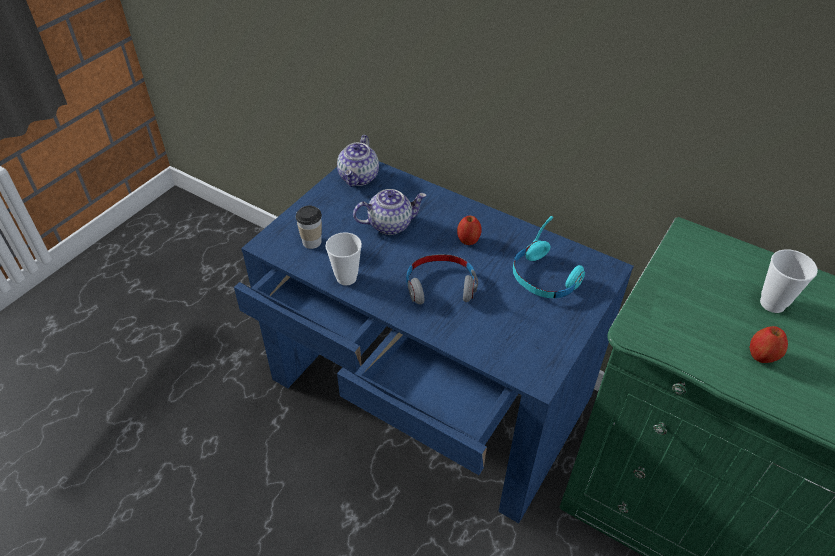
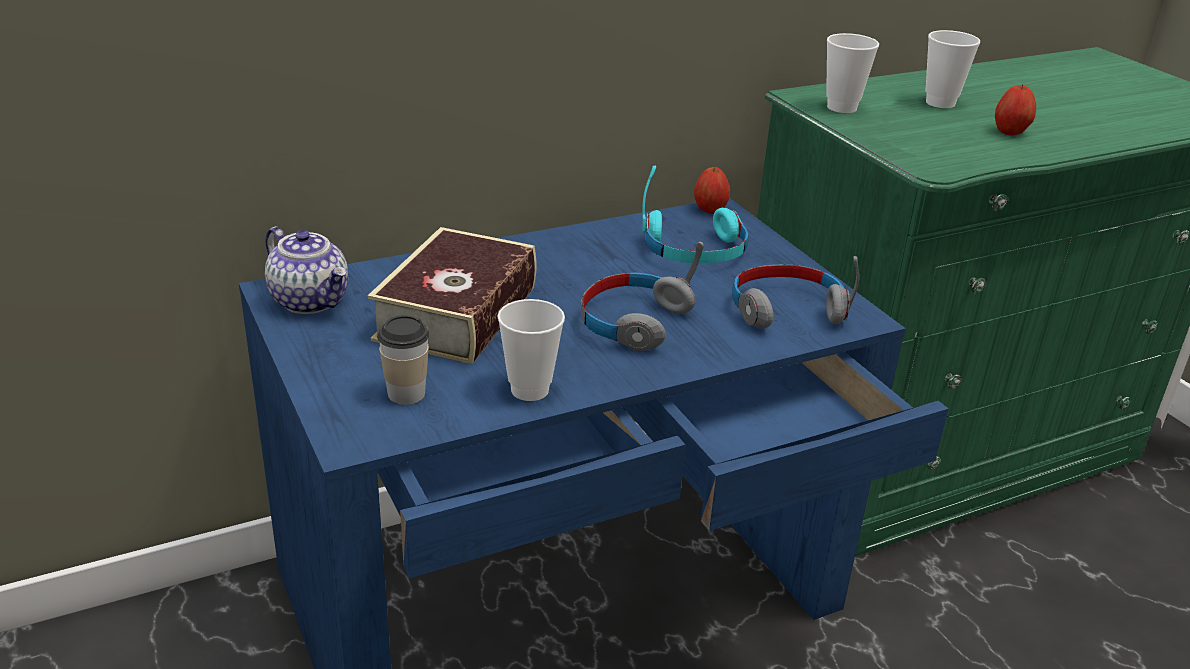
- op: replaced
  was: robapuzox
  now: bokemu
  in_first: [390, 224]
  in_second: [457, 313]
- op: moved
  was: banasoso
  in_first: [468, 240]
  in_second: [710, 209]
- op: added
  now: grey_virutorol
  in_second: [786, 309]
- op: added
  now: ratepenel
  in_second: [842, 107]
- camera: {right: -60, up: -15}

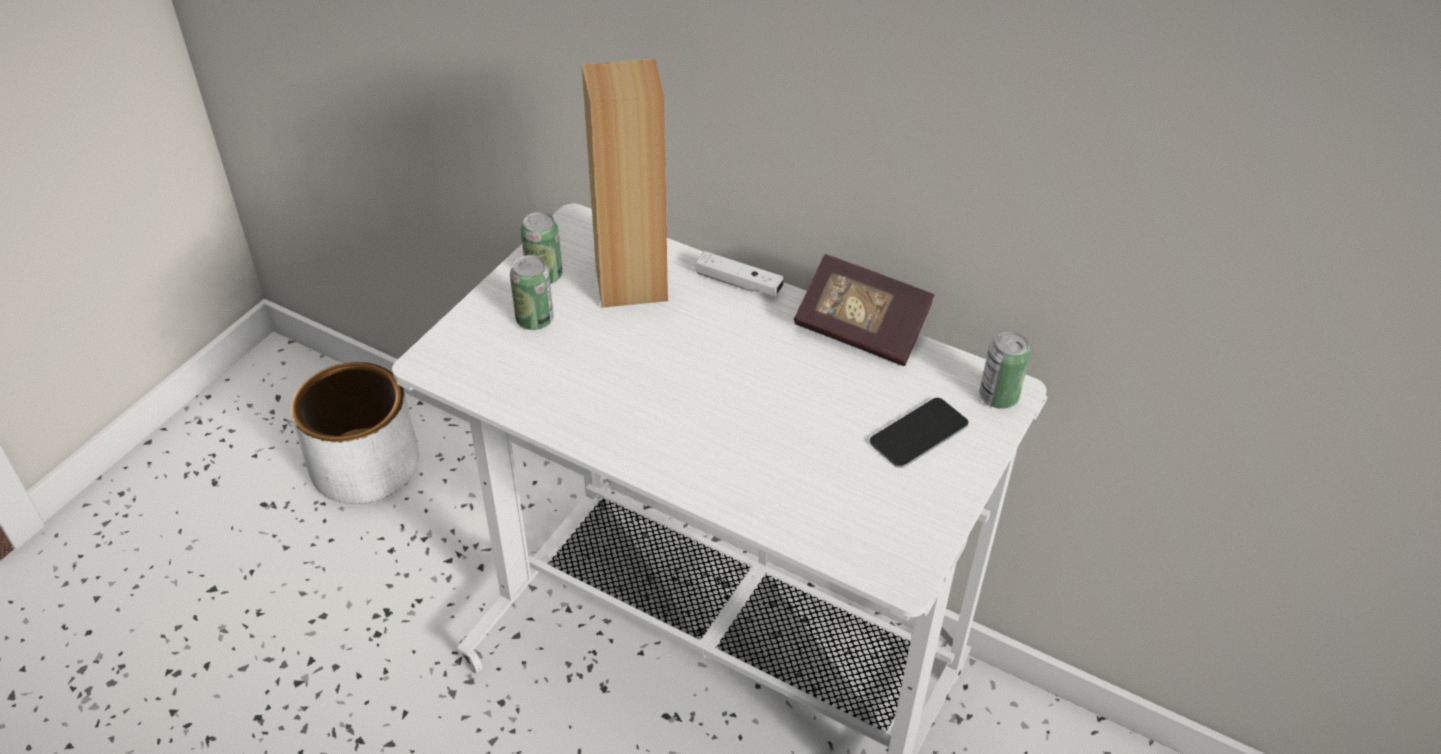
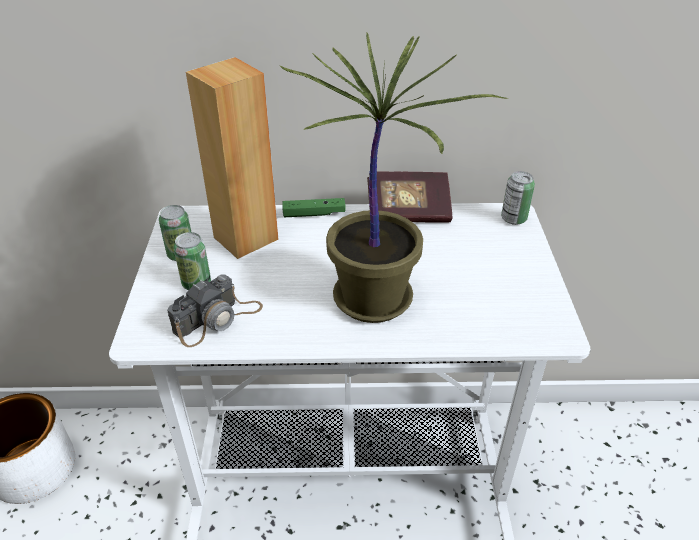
- op: recoloured
  was: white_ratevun
  now: green_ratevun
  in_first: [738, 283]
  in_second: [314, 214]
- op: removed
  was: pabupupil
  in_first: [919, 433]
- op: added
  now: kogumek
  in_second: [218, 319]
- op: added
  now: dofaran
  in_second: [376, 300]
- camera: {right: -30, up: -5}

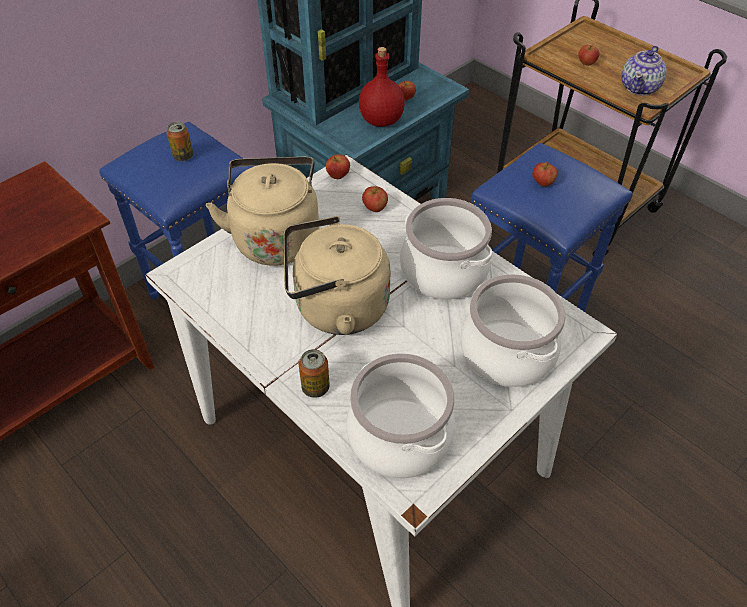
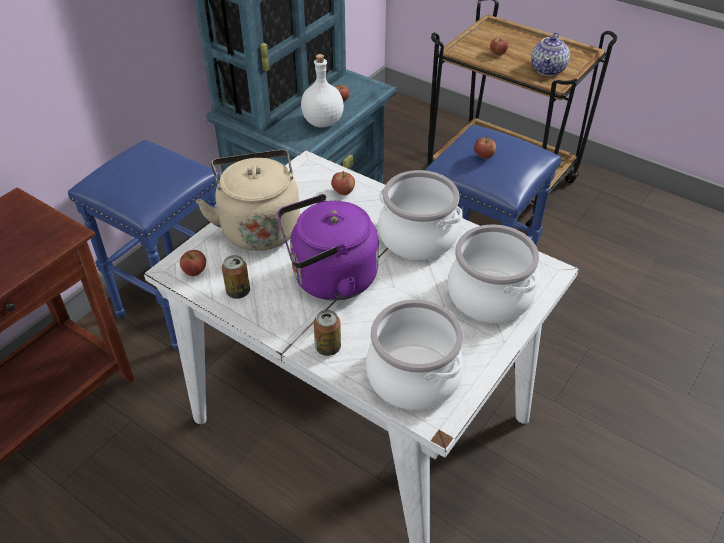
- op: moved
  was: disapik
  in_first: [183, 156]
  in_second: [238, 292]
- op: recoloured
  was: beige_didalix
  now: purple_didalix
  in_first: [335, 308]
  in_second: [329, 279]
- op: moved
  was: banasoso
  in_first: [338, 176]
  in_second: [195, 272]
- op: recoloured
  was: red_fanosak
  now: white_fanosak
  in_first: [380, 120]
  in_second: [322, 122]
- camera: {right: -10, up: -5}

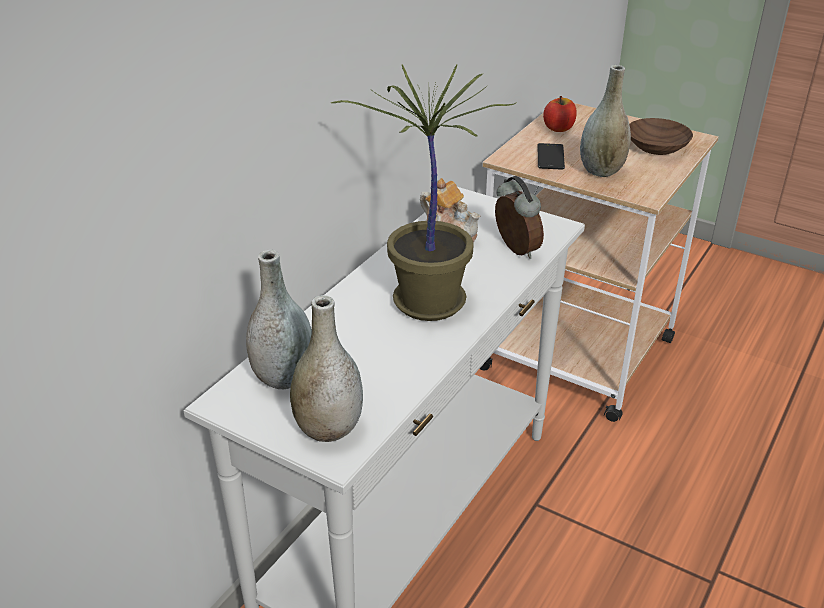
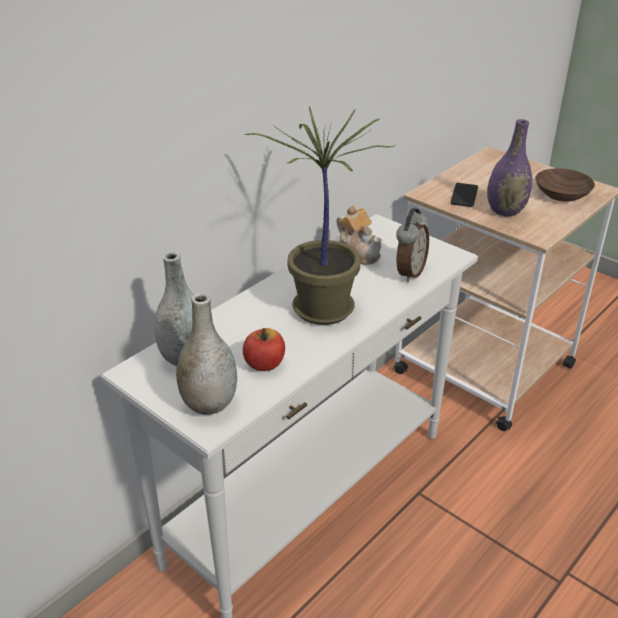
- op: turned
  was: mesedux
  in_first: [514, 250]
  in_second: [409, 272]
  clockwise: 45
- op: moved
  was: banasoso
  in_first: [558, 128]
  in_second: [264, 364]
- op: recoloured
  was: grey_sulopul
  now: purple_sulopul
  in_first: [601, 171]
  in_second: [505, 211]
- camera: {right: 10, up: 0}

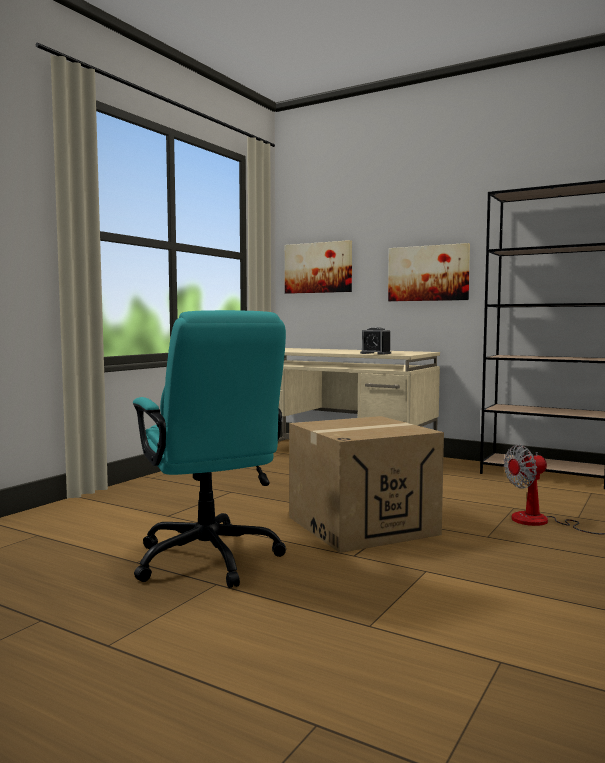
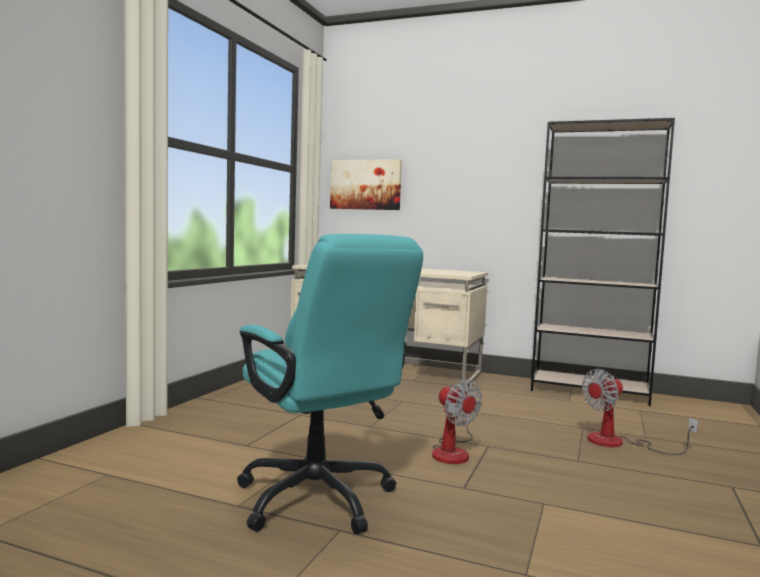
- op: replaced
  was: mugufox
  now: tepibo
  in_first: [362, 525]
  in_second: [453, 451]
- op: removed
  was: mesedux
  in_first: [375, 353]
- op: removed
  was: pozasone
  in_first: [428, 273]
- camera: {right: -10, up: 0}

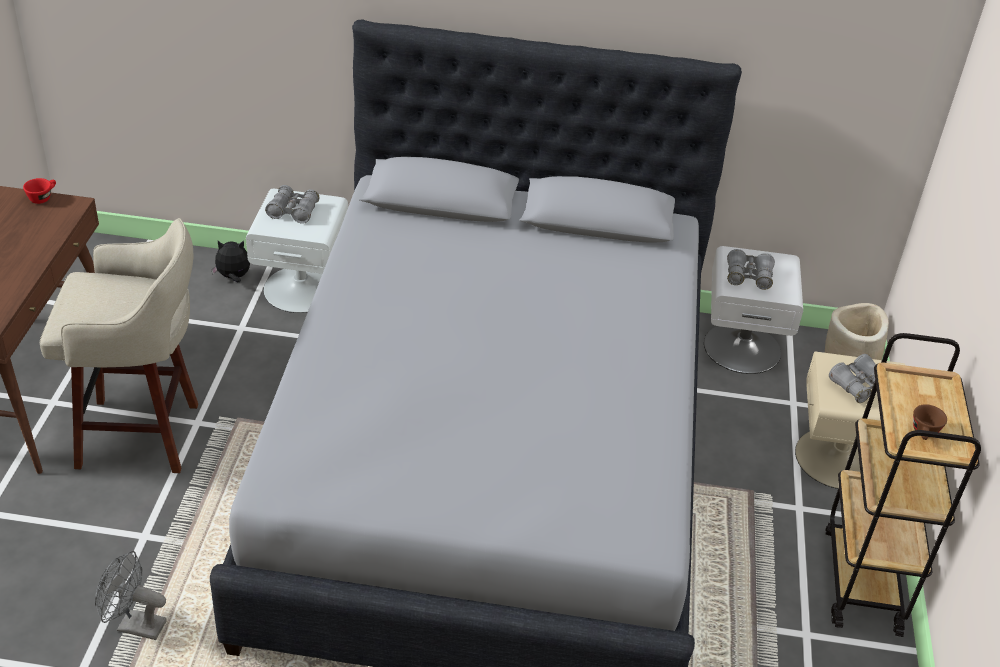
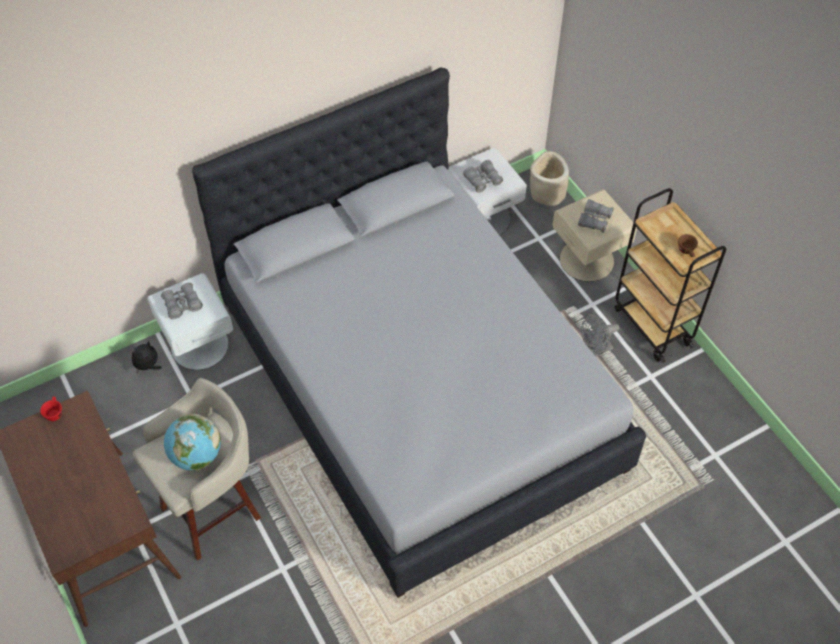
- op: moved
  was: grey_tepibo
  in_first: [134, 625]
  in_second: [595, 350]
- op: added
  now: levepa
  in_second: [196, 456]
- camera: {right: -35, up: 15}

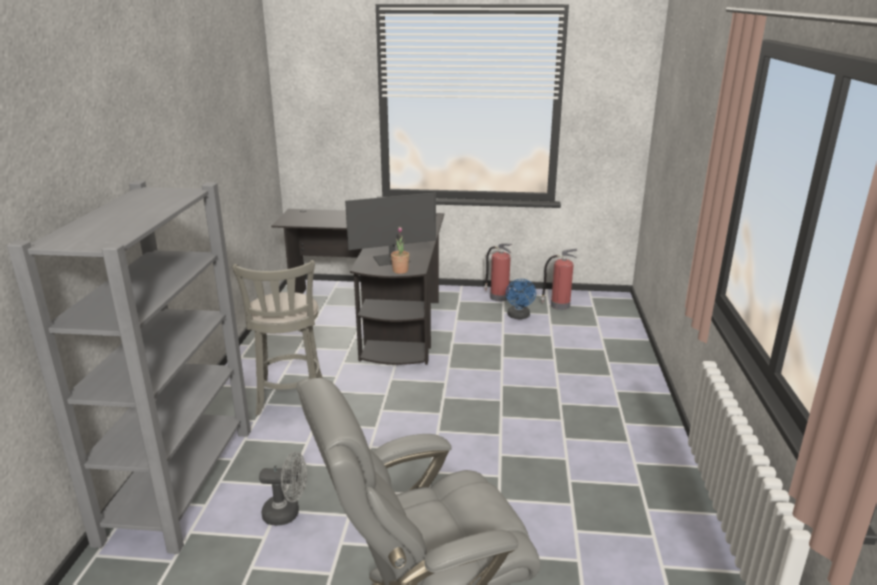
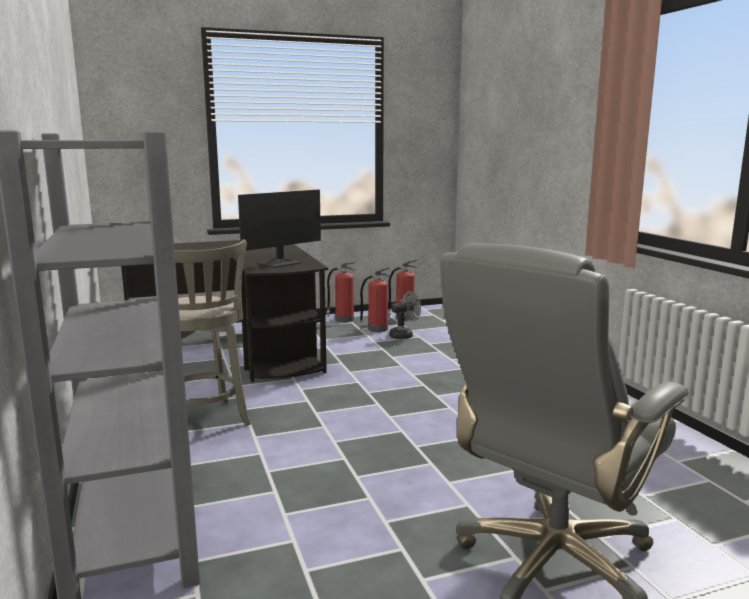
- op: moved
  was: grey_tepibo
  in_first: [287, 513]
  in_second: [404, 335]
- op: removed
  was: dofaran
  in_first: [400, 271]
- op: replaced
  was: blue_tepibo
  now: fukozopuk
  in_first: [519, 316]
  in_second: [376, 329]
- camera: {right: -25, up: -10}

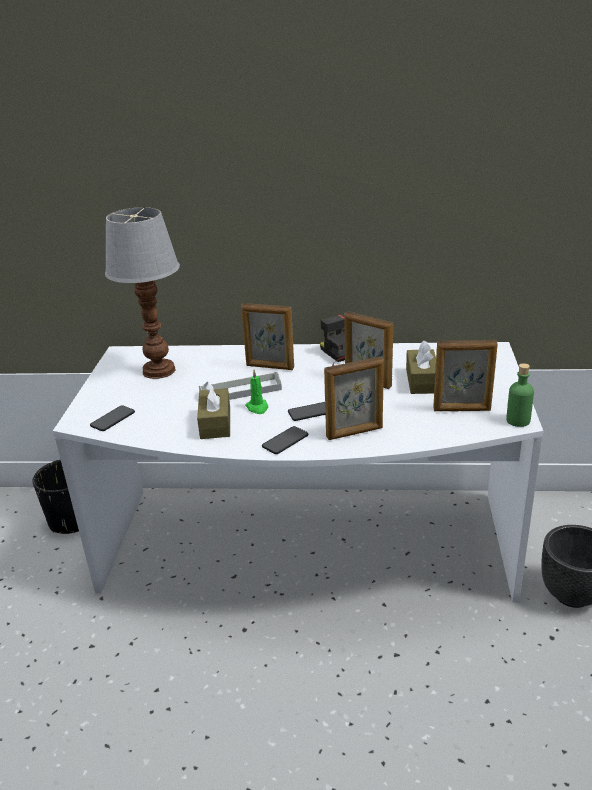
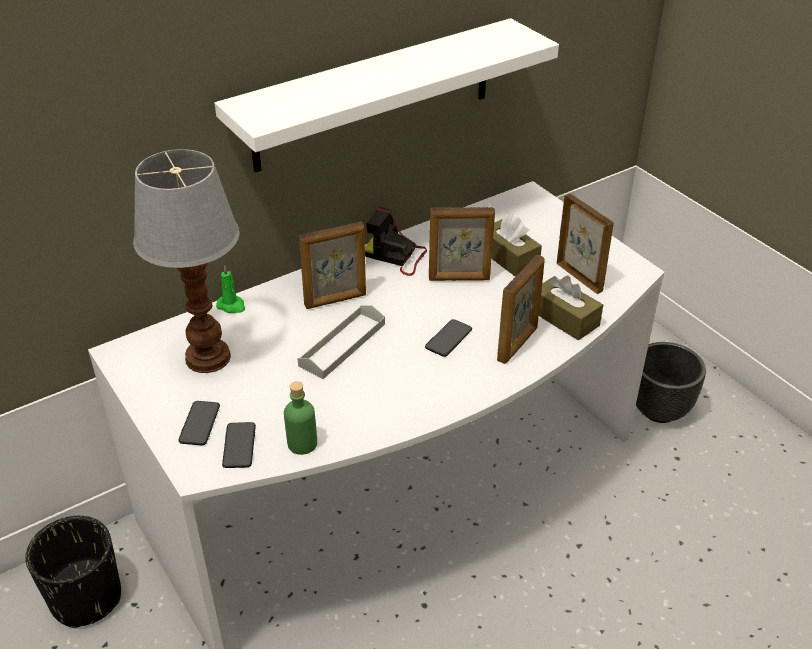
- op: moved
  was: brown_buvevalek
  in_first: [215, 423]
  in_second: [564, 318]
- op: moved
  was: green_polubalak
  in_first: [257, 408]
  in_second: [231, 306]
- op: moved
  was: pabupupil
  in_first: [285, 441]
  in_second: [199, 424]
- op: turned
  was: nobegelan
  in_first: [462, 410]
  in_second: [579, 277]
  clockwise: -90
- op: moved
  was: green_fanosak
  in_first: [518, 420]
  in_second: [302, 443]
- op: added
  now: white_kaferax
  in_second: [374, 95]
- camera: {right: -40, up: 10}

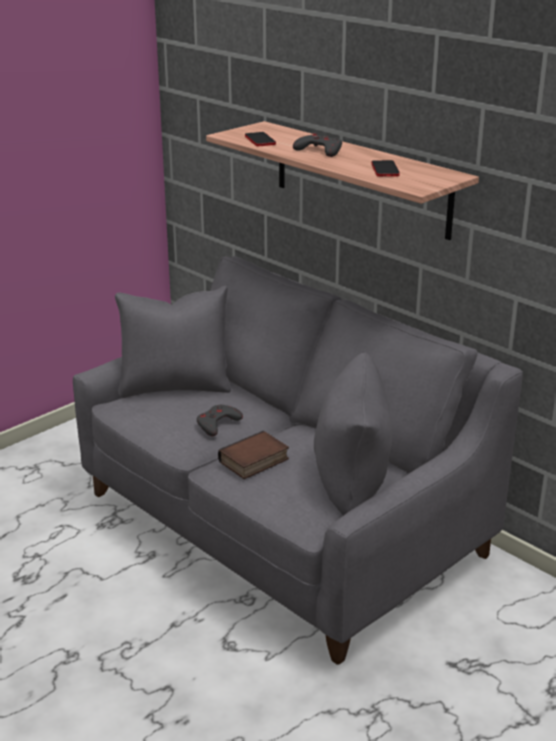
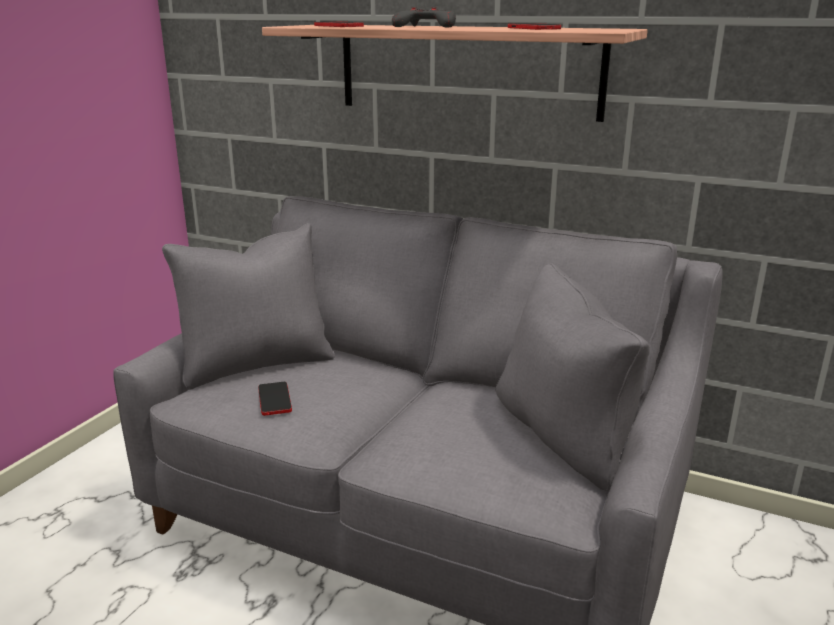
- op: removed
  was: grey_ratevun
  in_first: [217, 424]
- op: removed
  was: bokemu
  in_first: [254, 461]
- op: added
  now: pabupupil
  in_second: [274, 399]
- camera: {right: -20, up: -5}

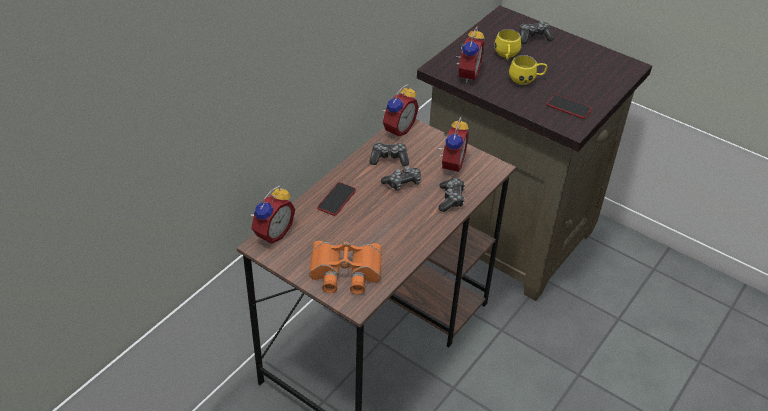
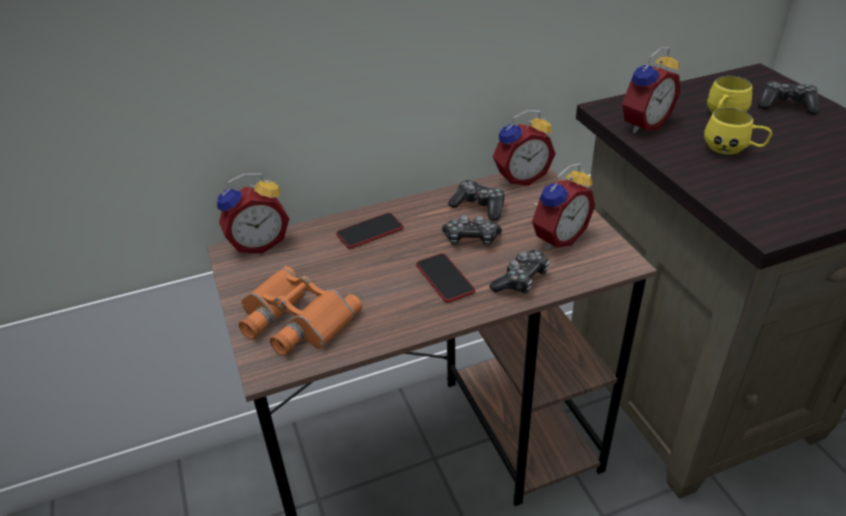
- op: moved
  was: pabupupil
  in_first: [568, 107]
  in_second: [444, 278]
- camera: {right: 35, up: -5}

